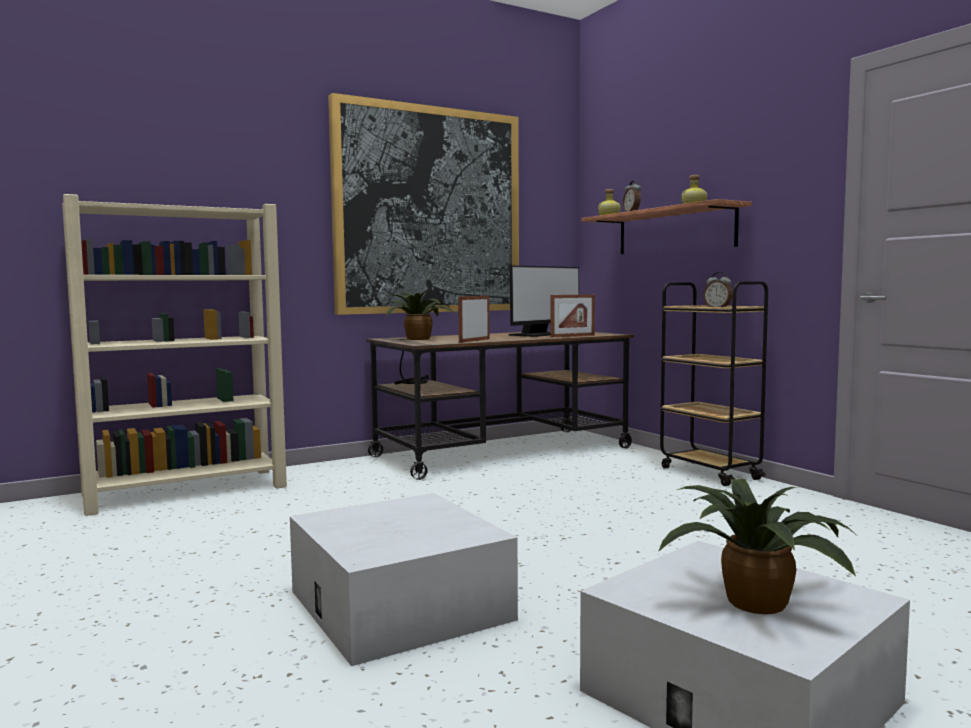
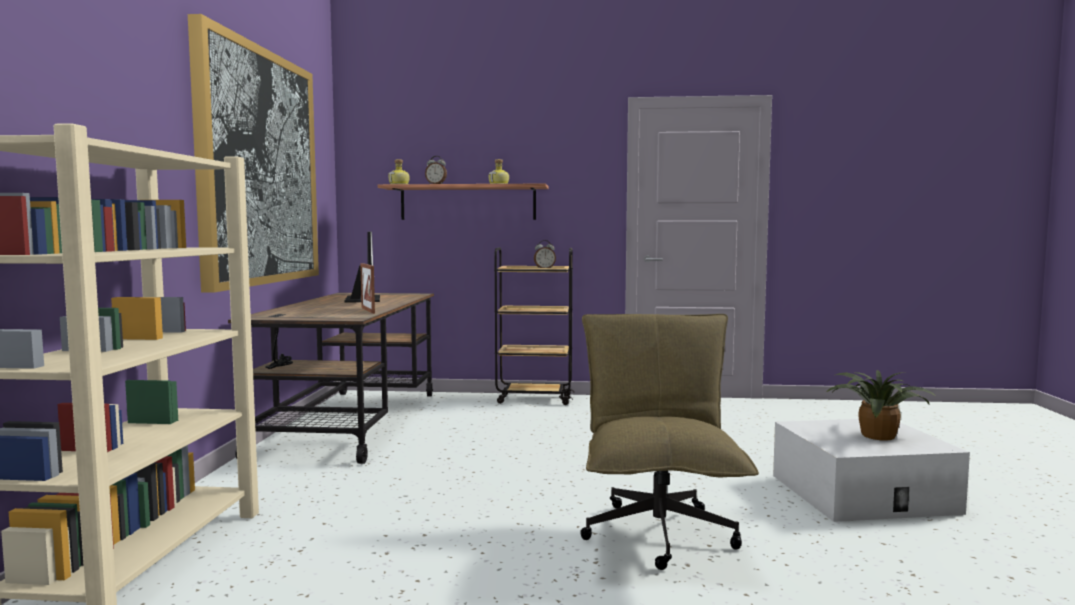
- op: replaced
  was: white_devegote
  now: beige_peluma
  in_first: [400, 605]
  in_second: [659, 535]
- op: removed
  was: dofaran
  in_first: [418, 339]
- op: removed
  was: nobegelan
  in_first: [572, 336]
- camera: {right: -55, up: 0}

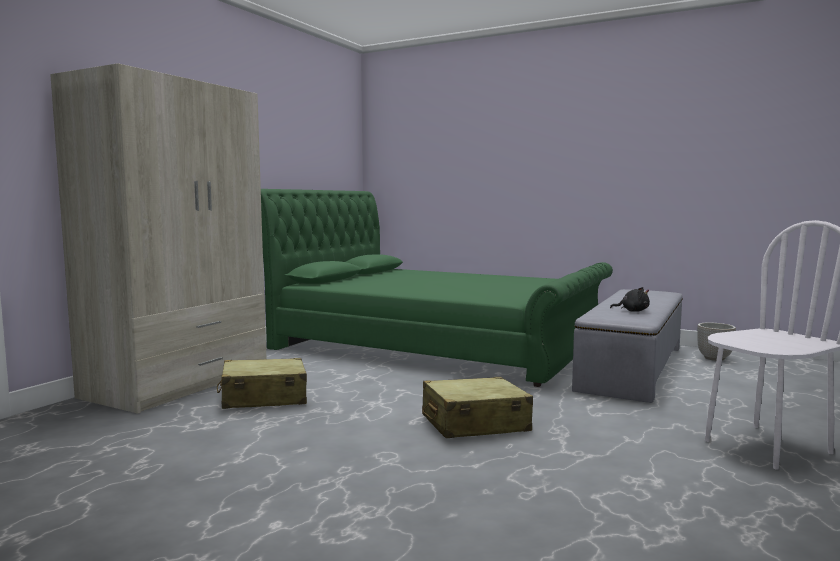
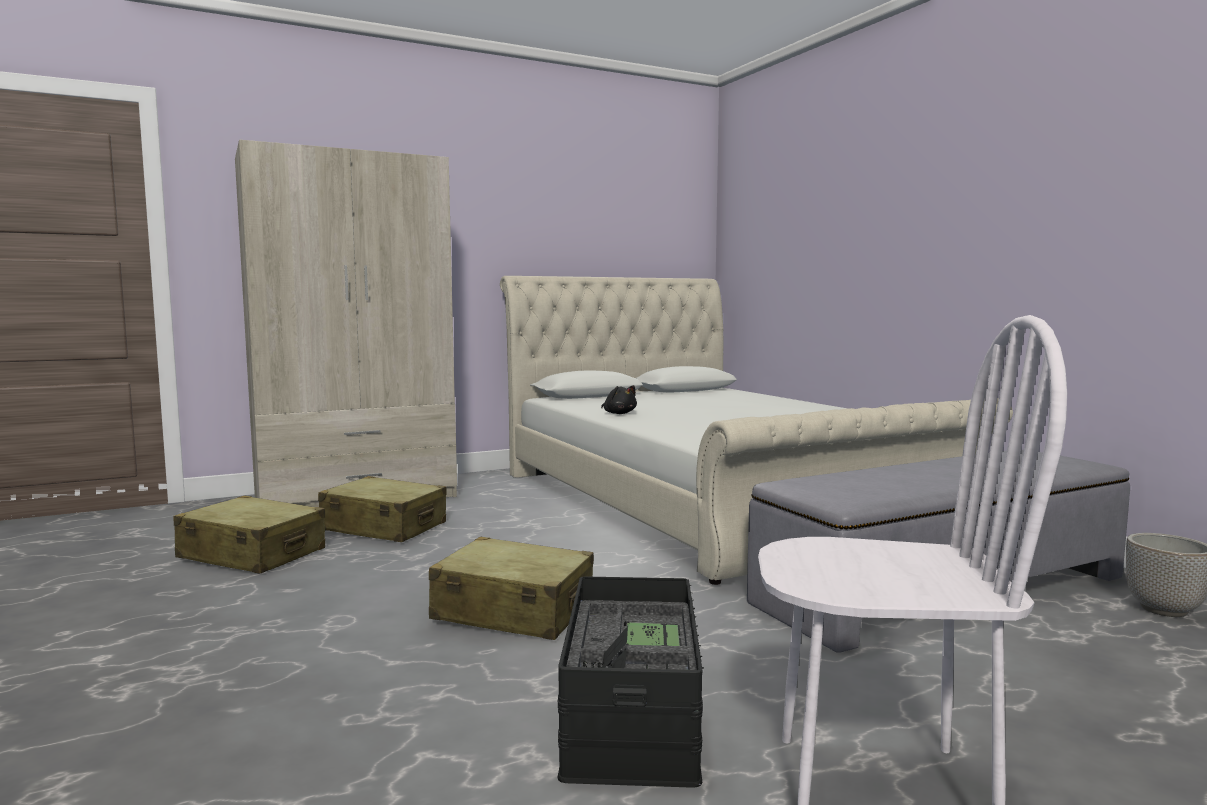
- op: recoloured
  was: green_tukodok
  now: beige_tukodok
  in_first: [436, 343]
  in_second: [711, 499]
- op: moved
  was: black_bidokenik
  in_first: [632, 311]
  in_second: [619, 413]
- op: added
  now: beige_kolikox
  in_second: [252, 554]
- op: added
  now: black_devegote
  in_second: [634, 716]
- camera: {right: 35, up: 0}

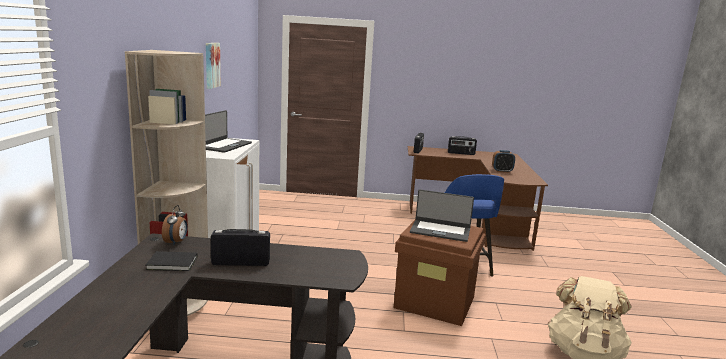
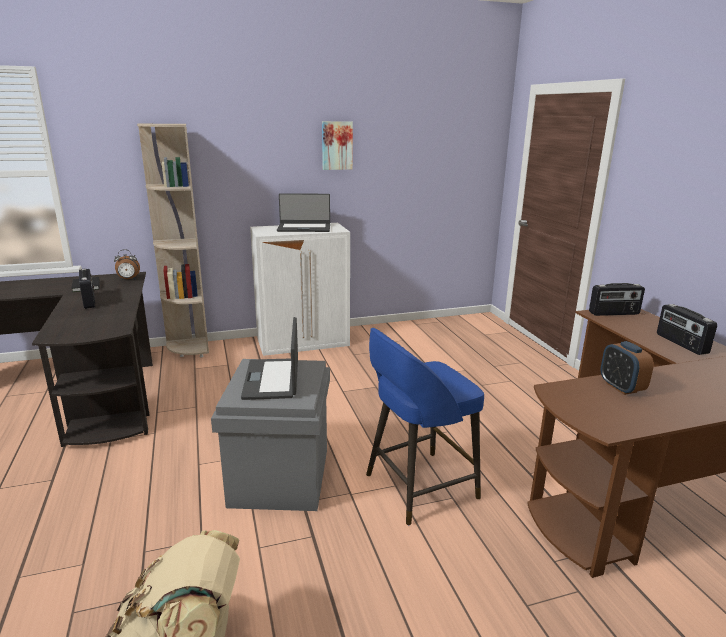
- op: recoloured
  was: brown_devegote
  now: grey_devegote
  in_first: [435, 302]
  in_second: [280, 478]
- camera: {right: 70, up: 5}

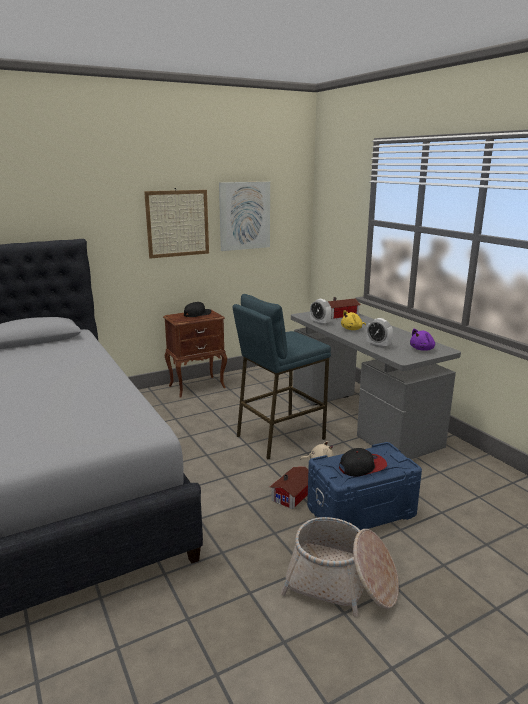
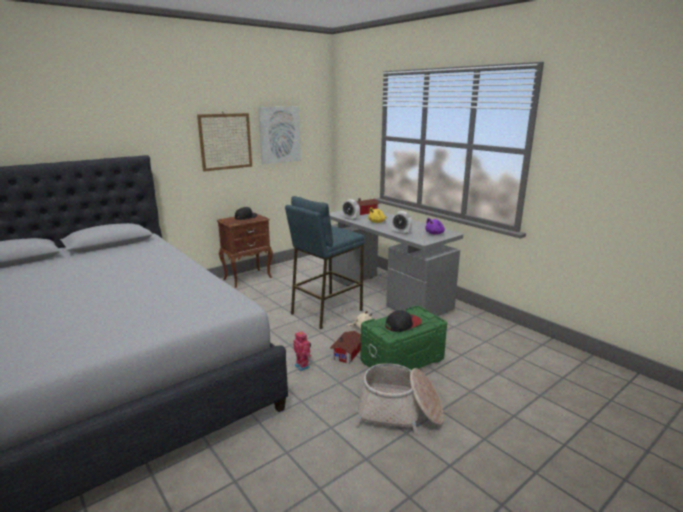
- op: recoloured
  was: blue_devegote
  now: green_devegote
  in_first: [361, 511]
  in_second: [402, 360]
- op: added
  now: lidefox
  in_second: [303, 366]
- camera: {right: -10, up: 0}

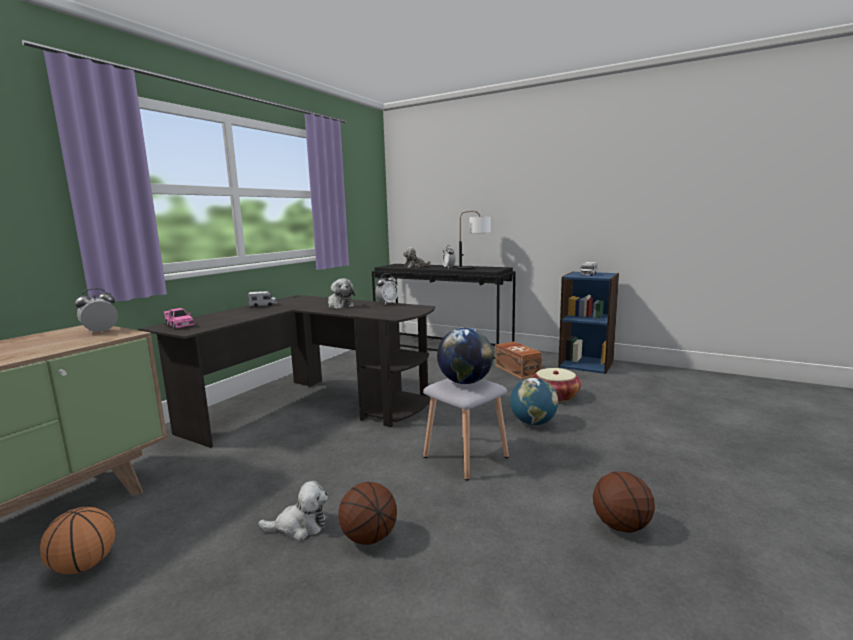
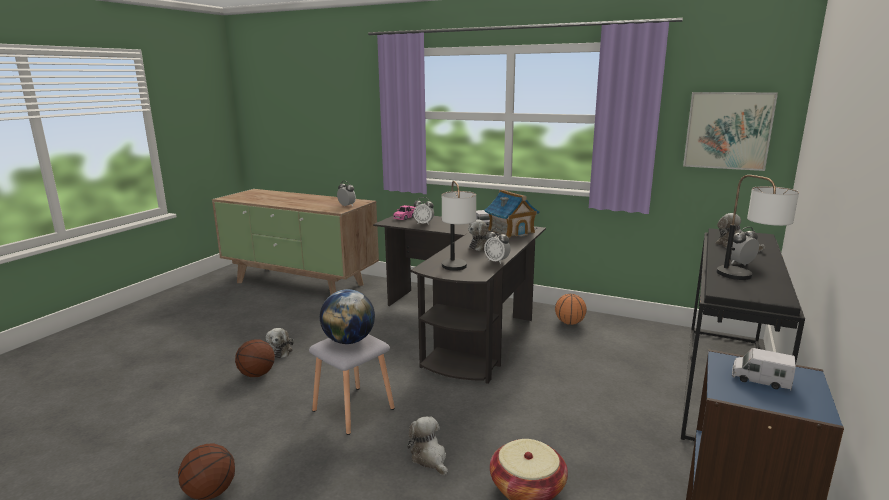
- op: moved
  was: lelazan
  in_first: [84, 566]
  in_second: [569, 323]
- op: removed
  was: brown_devegote
  in_first: [517, 370]
- op: replaced
  was: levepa
  now: bidokenik
  in_first: [533, 423]
  in_second: [429, 458]
- op: added
  now: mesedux
  in_second: [424, 223]
- op: added
  now: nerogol
  in_second: [456, 270]
- op: added
  now: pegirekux
  in_second: [511, 231]
- op: added
  now: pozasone
  in_second: [728, 130]
- camera: {right: 85, up: 5}

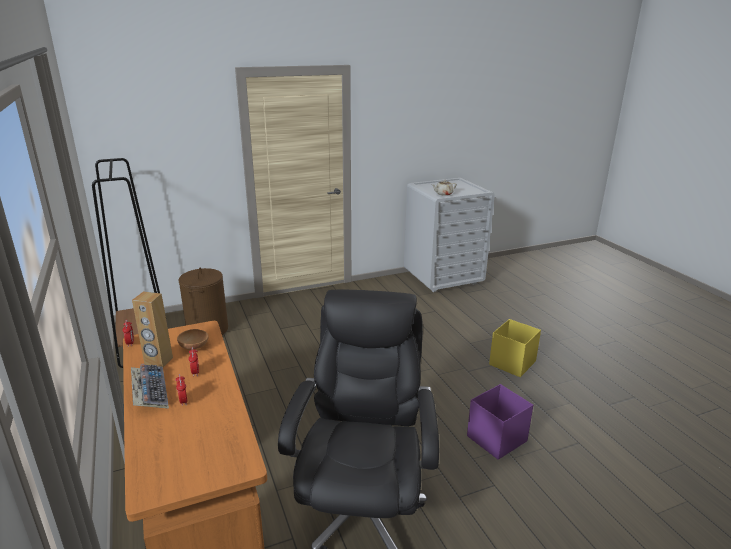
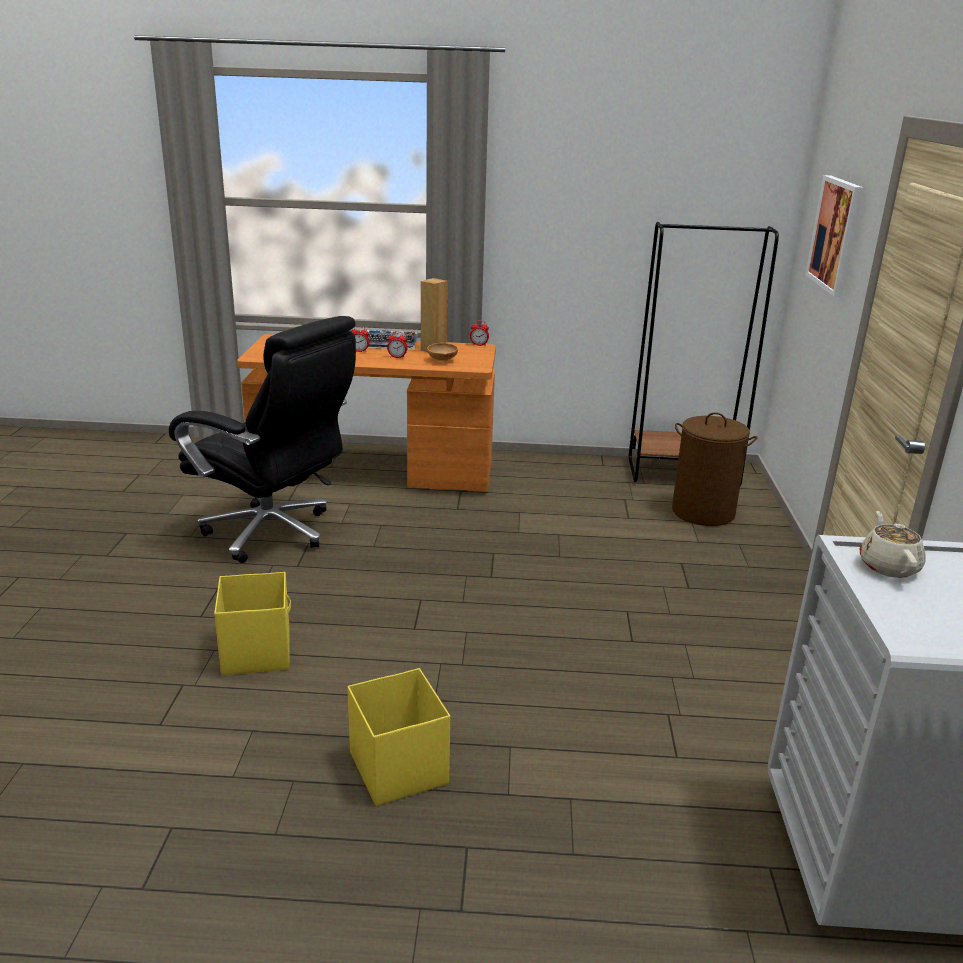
- op: recoloured
  was: purple_devegote
  now: yellow_devegote
  in_first: [495, 439]
  in_second: [257, 651]
- op: added
  now: pozasone
  in_second: [836, 234]
- camera: {right: 115, up: 0}

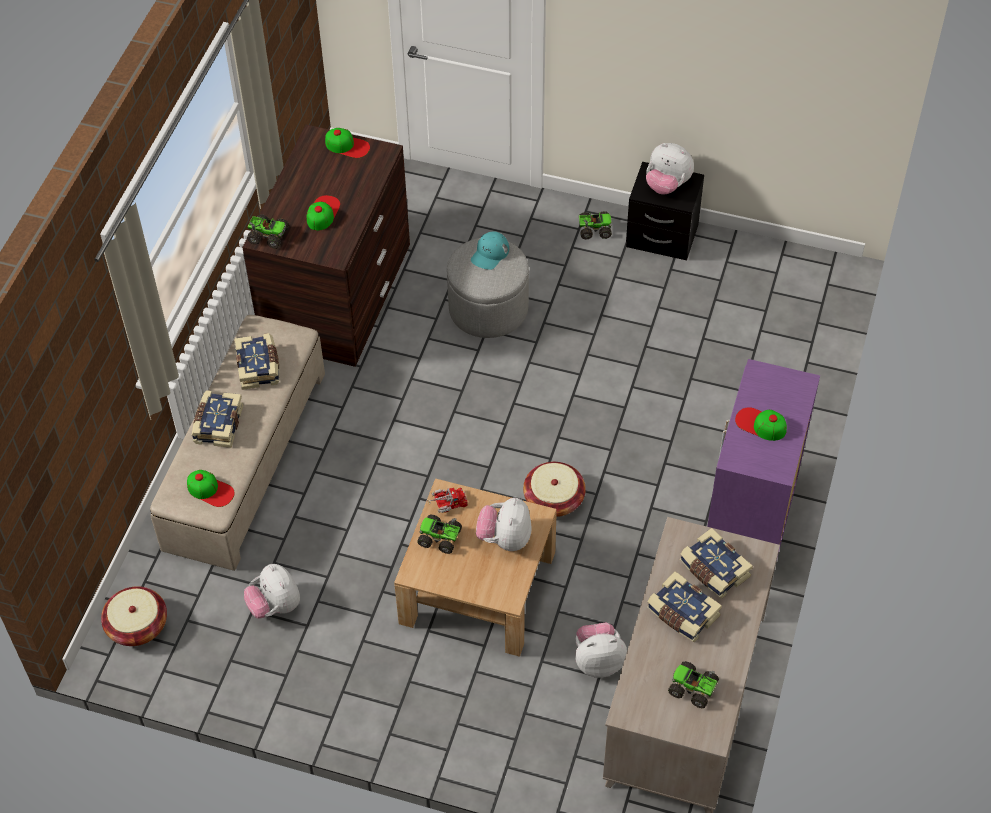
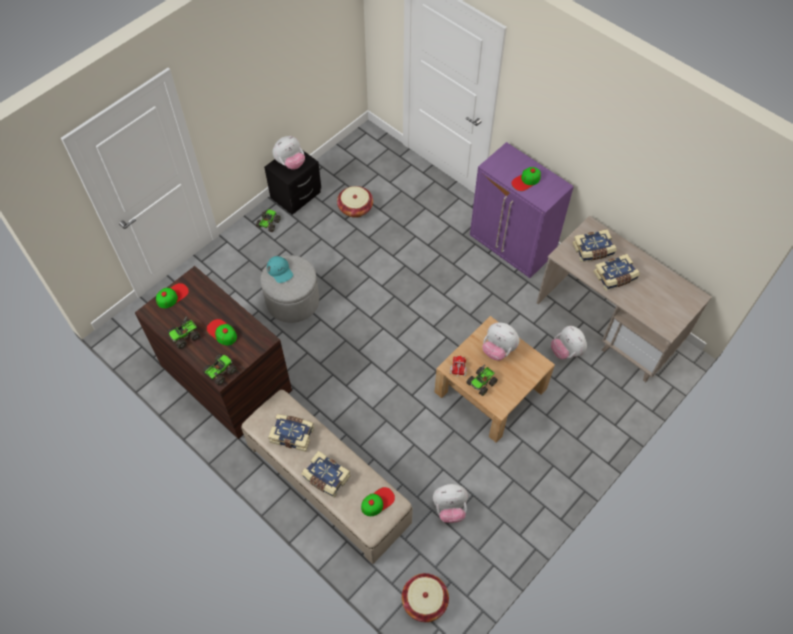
- op: moved
  was: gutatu
  in_first: [554, 499]
  in_second: [355, 208]
- op: turned
  was: bidokenik
  in_first: [598, 661]
  in_second: [566, 351]
  clockwise: -45
- op: moved
  was: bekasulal
  in_first: [693, 689]
  in_second: [185, 336]
- camera: {right: -65, up: 5}

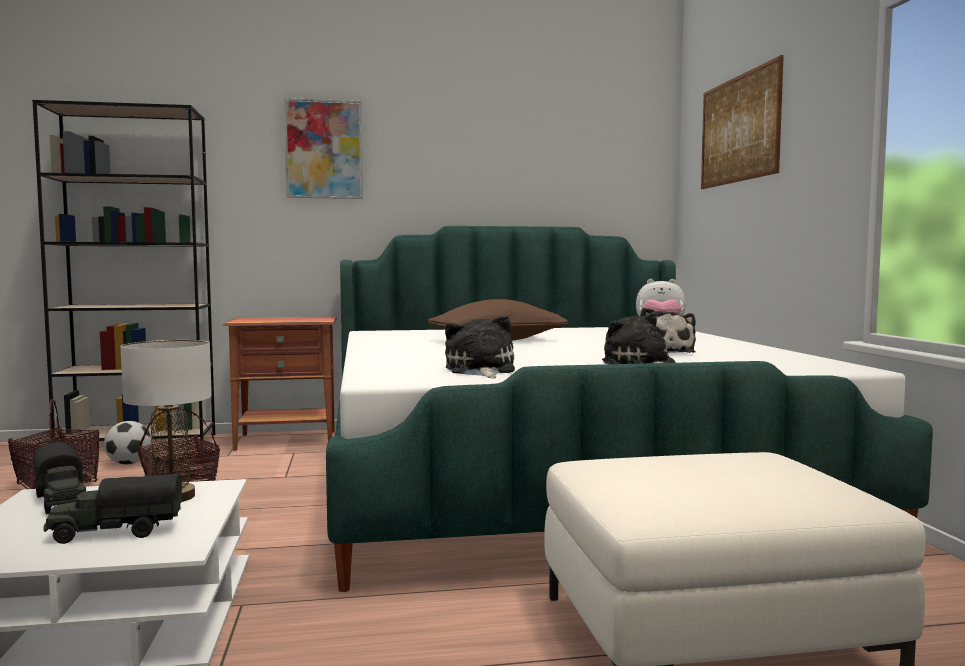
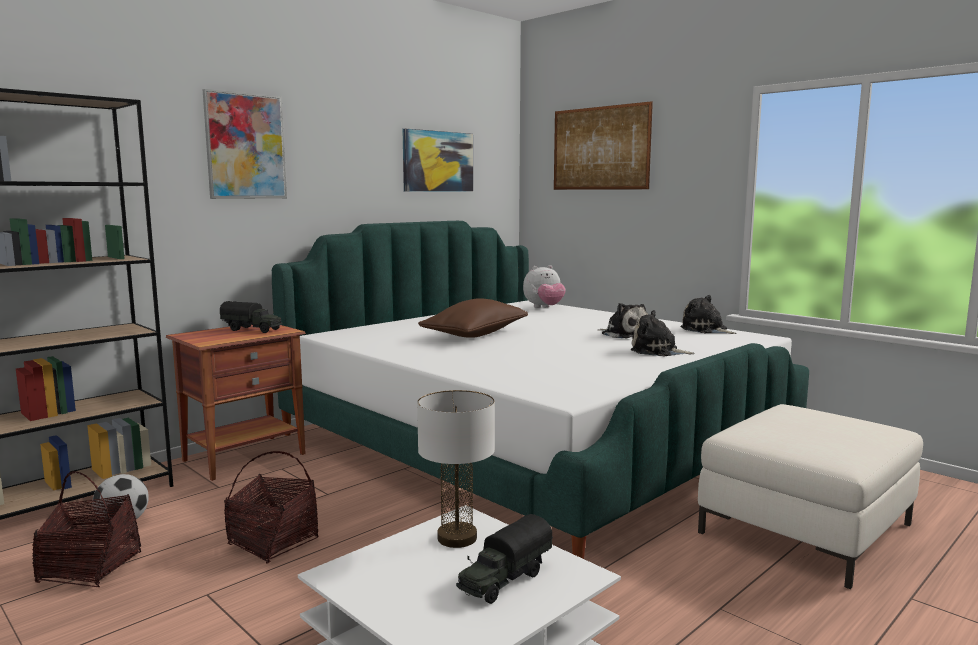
- op: moved
  was: bekasulal
  in_first: [61, 500]
  in_second: [252, 329]
- op: moved
  was: bidokenik
  in_first: [480, 371]
  in_second: [706, 330]
- op: added
  now: pozasone
  in_second: [438, 161]
- camera: {right: -35, up: 5}

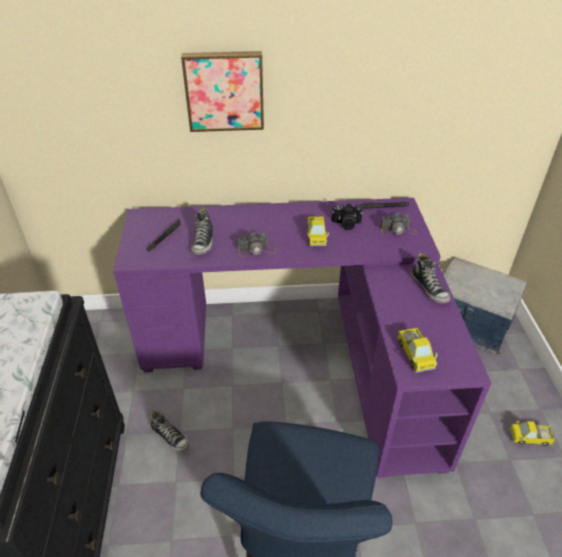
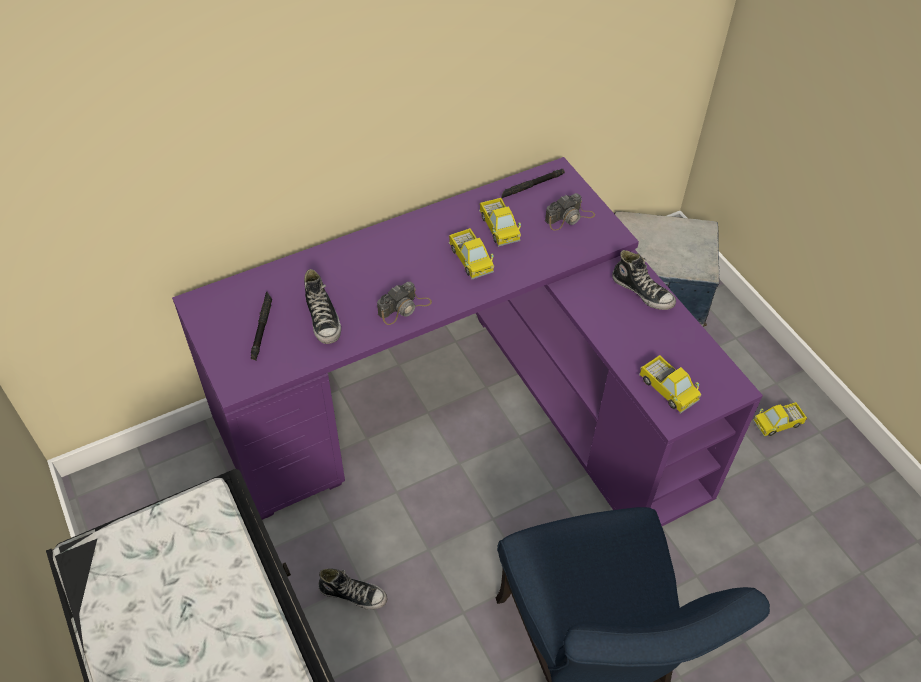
- op: removed
  was: pozasone
  in_first: [224, 91]
- op: replaced
  was: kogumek
  now: bekasulal
  in_first: [346, 224]
  in_second: [499, 228]
- camera: {right: -25, up: 10}

